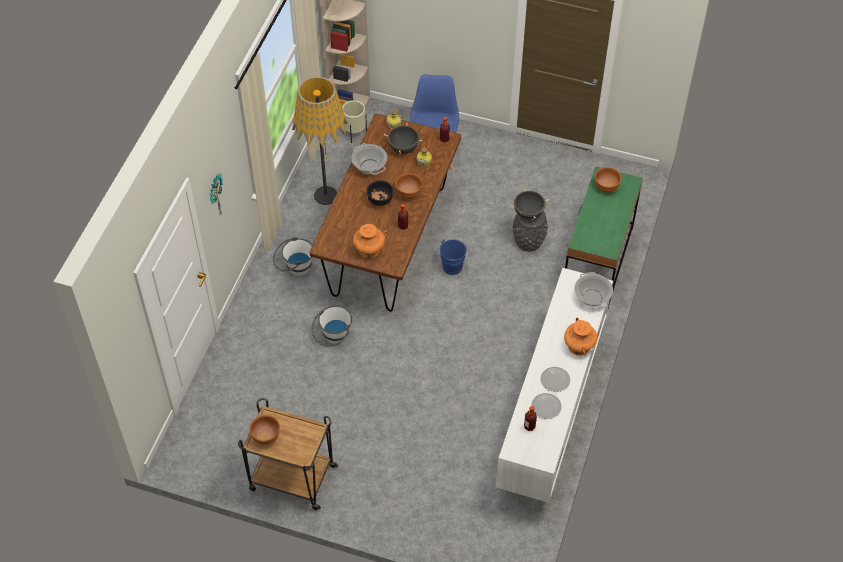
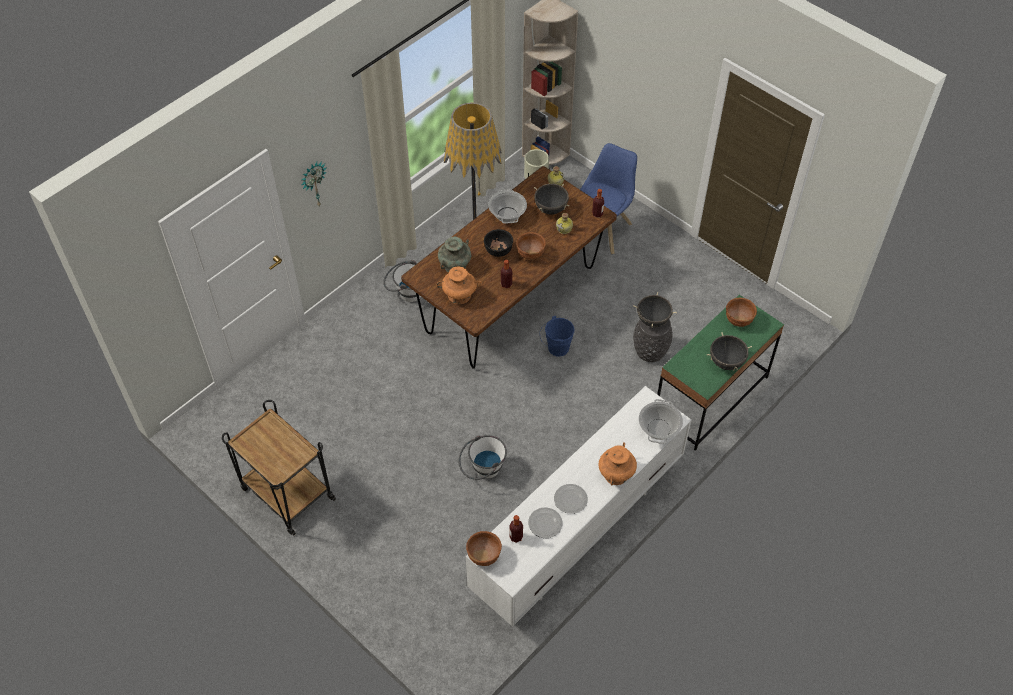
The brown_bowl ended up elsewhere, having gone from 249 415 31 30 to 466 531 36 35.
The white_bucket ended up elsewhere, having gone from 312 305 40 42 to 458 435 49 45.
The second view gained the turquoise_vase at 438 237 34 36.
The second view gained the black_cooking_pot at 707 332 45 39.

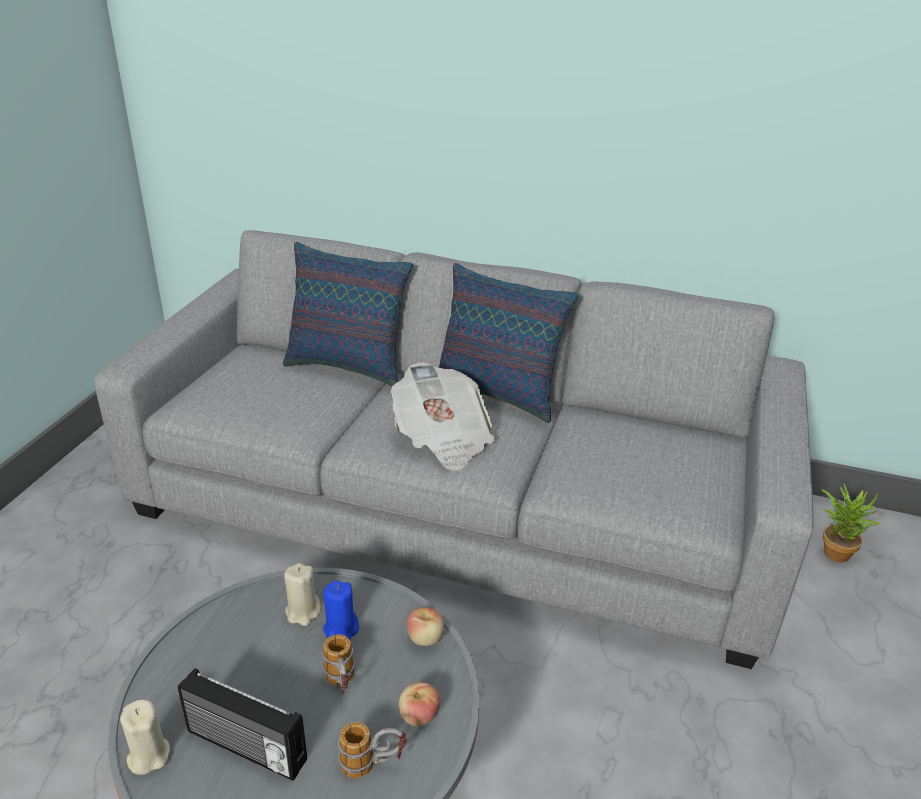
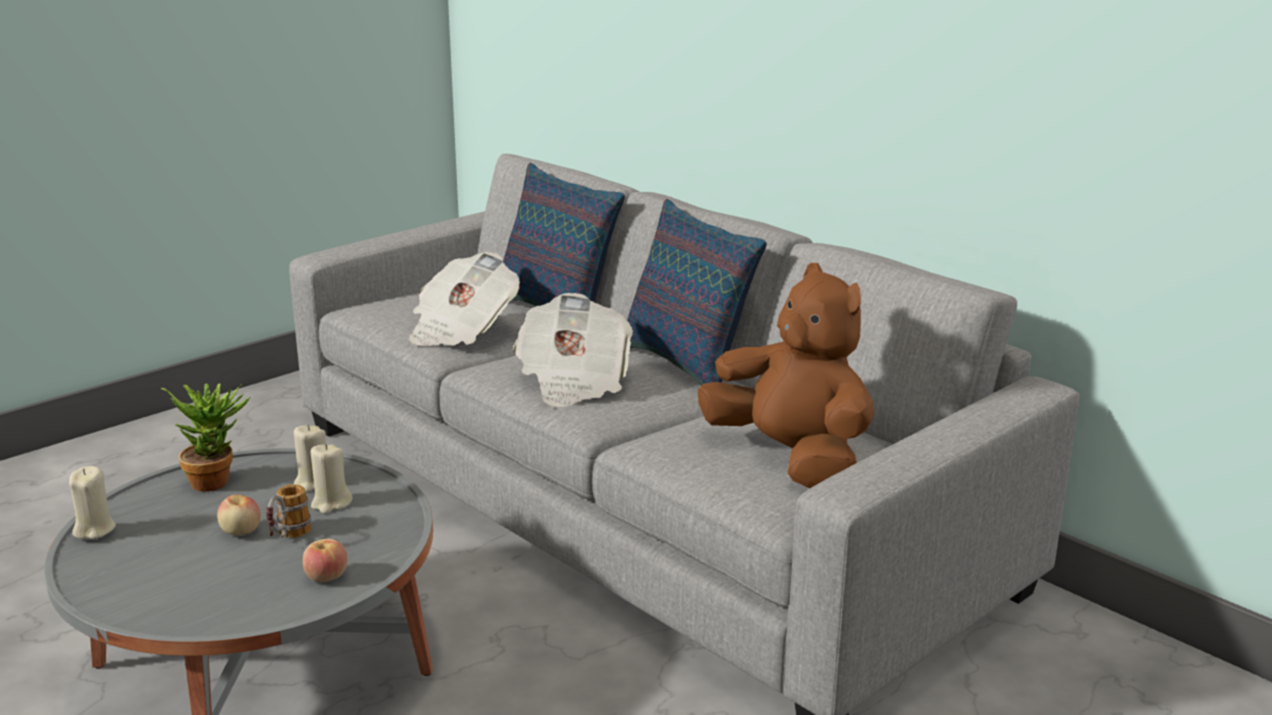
The second view lost the radio at 178 668 129 113.
What was the blue_candle at 323 580 36 61 turned into the beige_candle at 311 444 41 70.
The second view lost the mug at 338 722 68 57.
The apple ended up elsewhere, having gone from 407 607 37 39 to 217 495 44 40.
The potted_plant ended up elsewhere, having gone from 822 484 58 78 to 161 383 90 108.
The second view gained the newspaper at 409 252 111 94.
The second view gained the brown_plush_toy at 698 263 176 225.

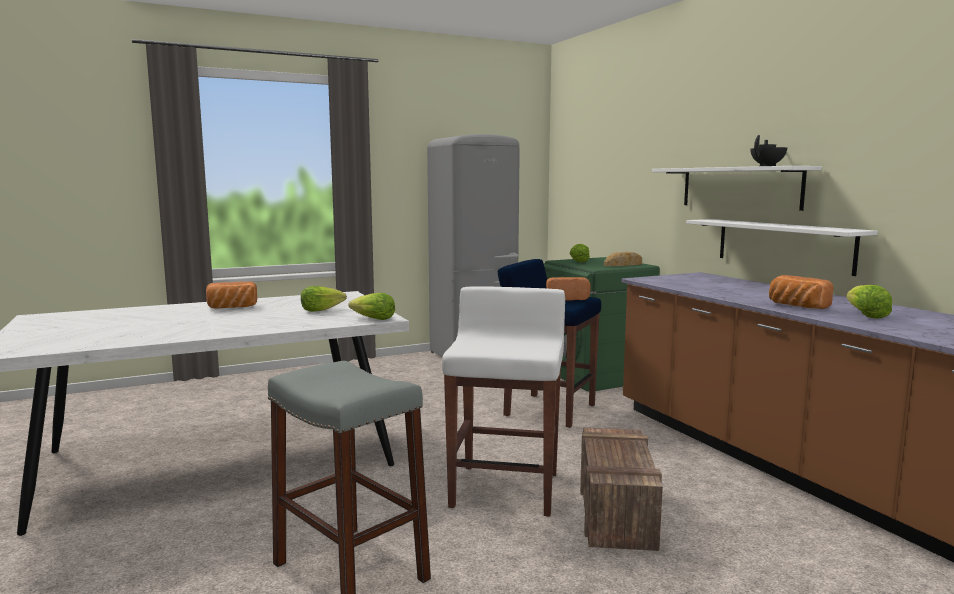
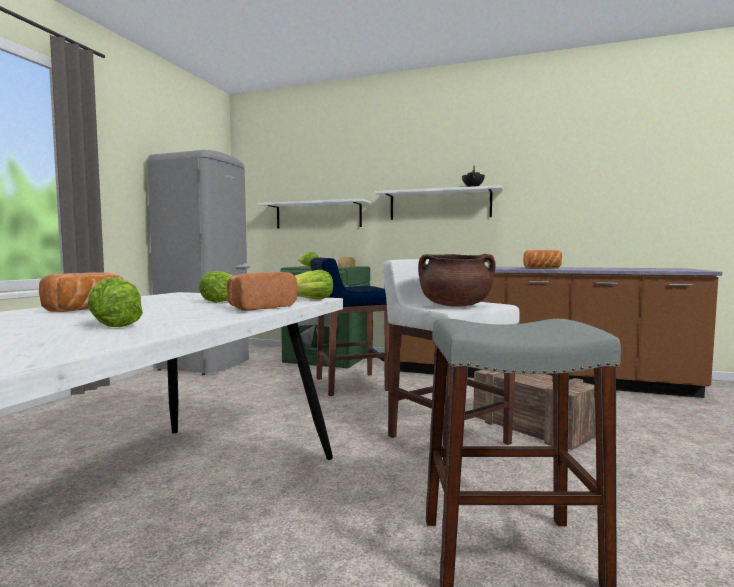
The bread ended up elsewhere, having gone from 546 277 45 23 to 227 272 71 39.
The white_shelf ended up elsewhere, having gone from 686 219 192 57 to 258 199 113 30.
The lettuce ended up elsewhere, having gone from 846 285 46 34 to 87 277 56 50.
The second view gained the brown_cooking_pot at 418 254 78 52.

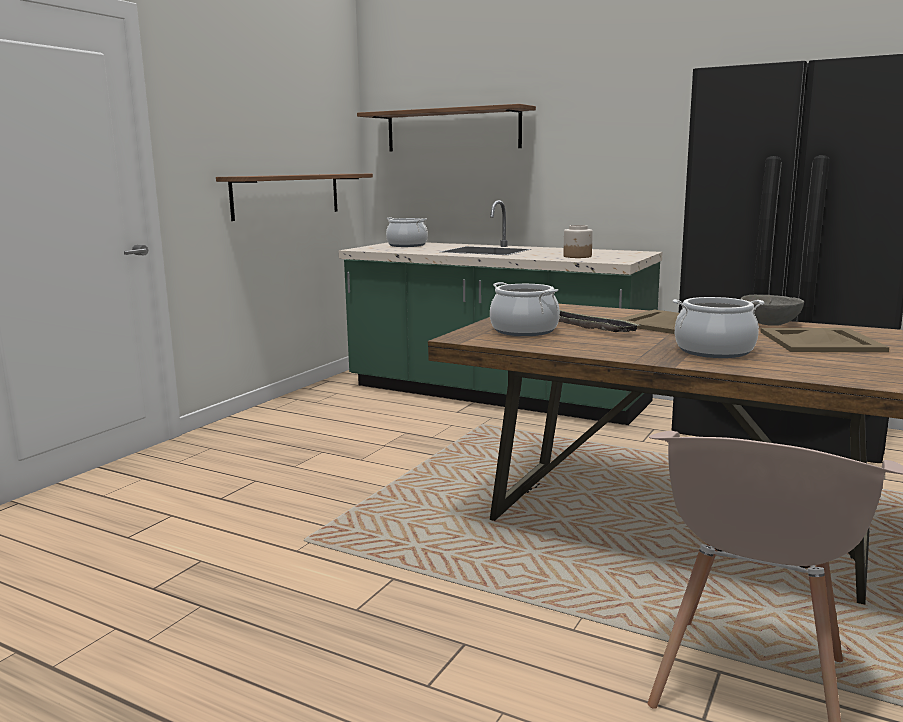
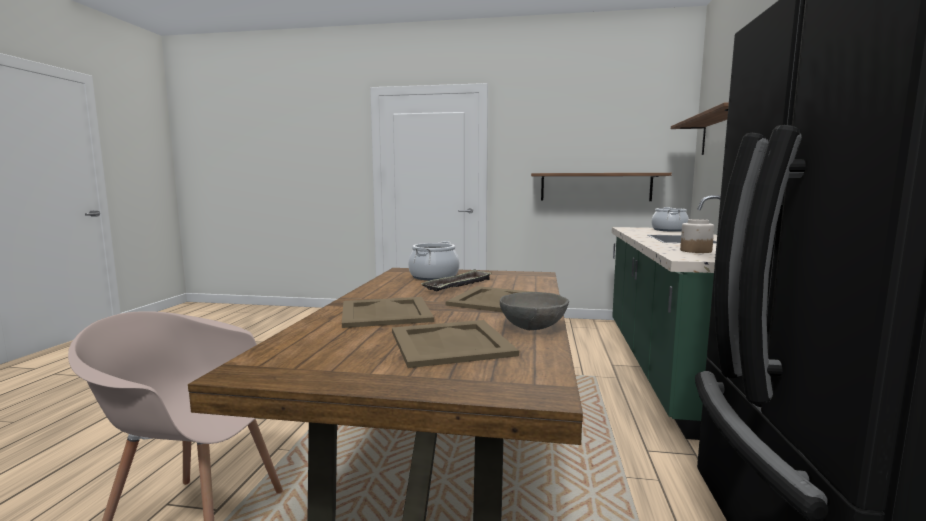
Where the cooking_pot stood at 673 297 91 61, the beige_tray came to stand at 342 297 92 31.

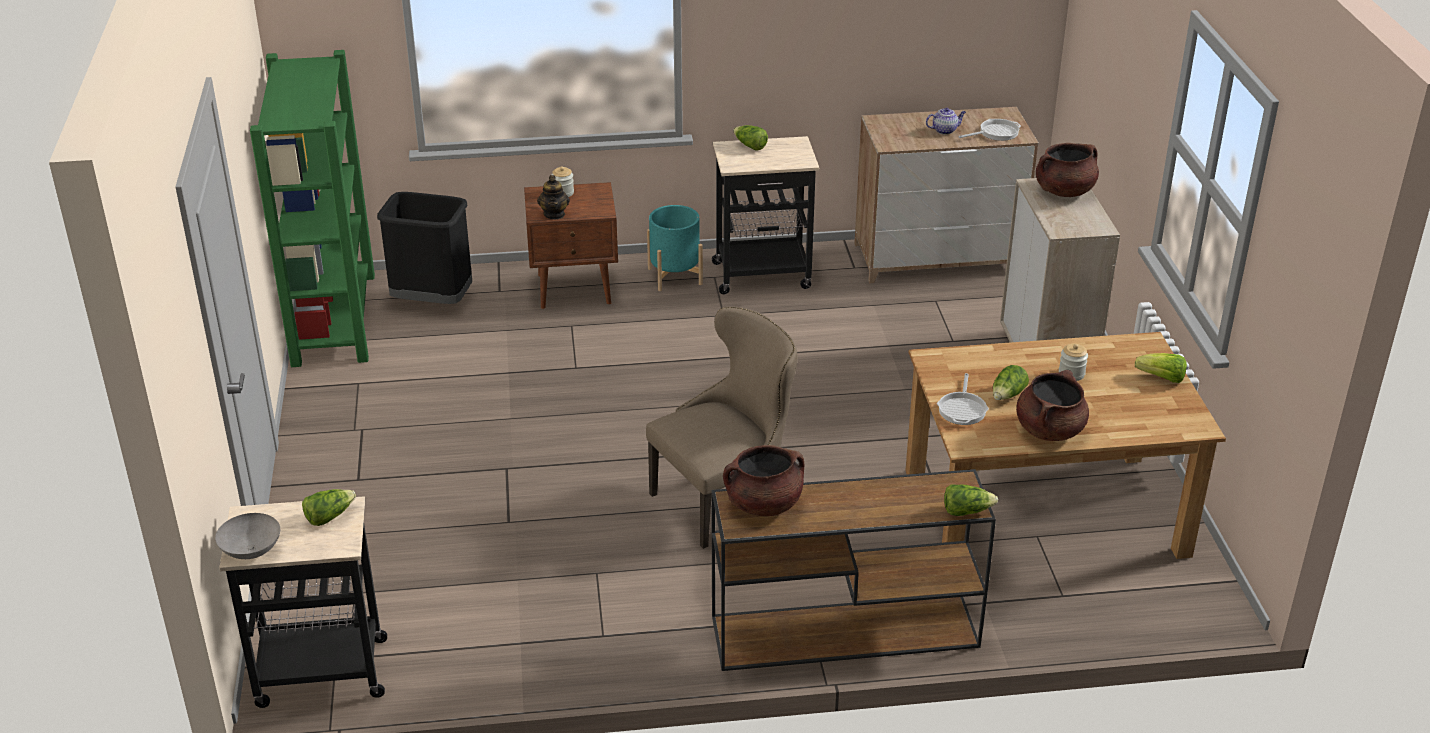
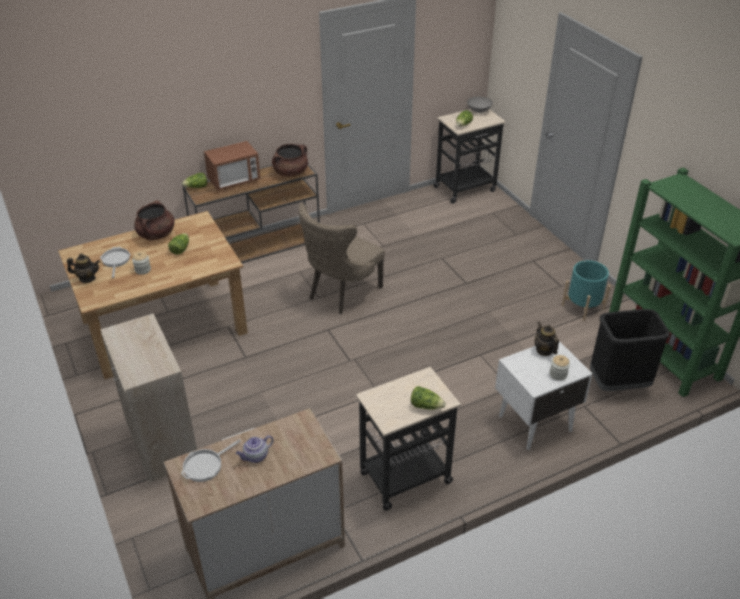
What was the brown_nightstand at 524 182 94 127 turned into the white_nightstand at 495 341 97 109.
The turquoise_planter ended up elsewhere, having gone from 647 205 56 86 to 562 260 49 61.
The frying_pan ended up elsewhere, having gone from 937 373 52 52 to 100 247 31 31.
The second view lost the brown_cooking_pot at 1036 143 63 54.
Where the lettuce stood at 1135 353 52 30, the teapot came to stand at 67 253 33 30.
The second view gained the microwave at 204 141 56 50.

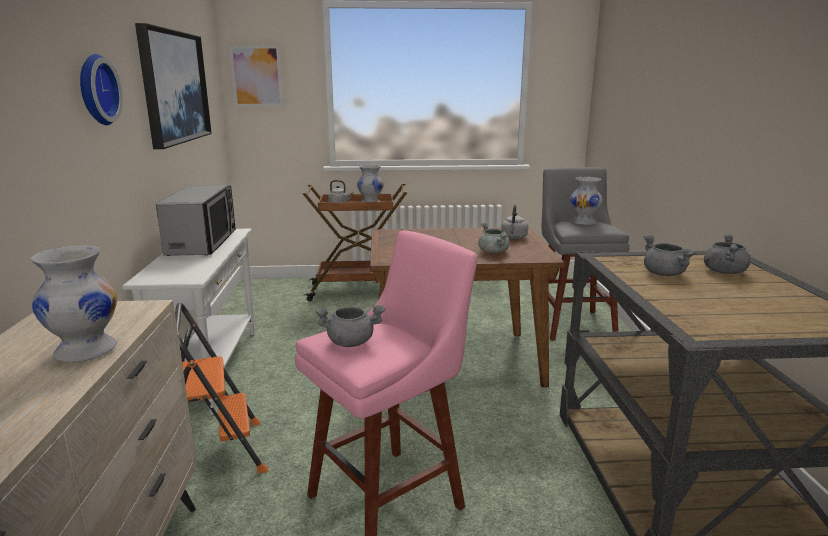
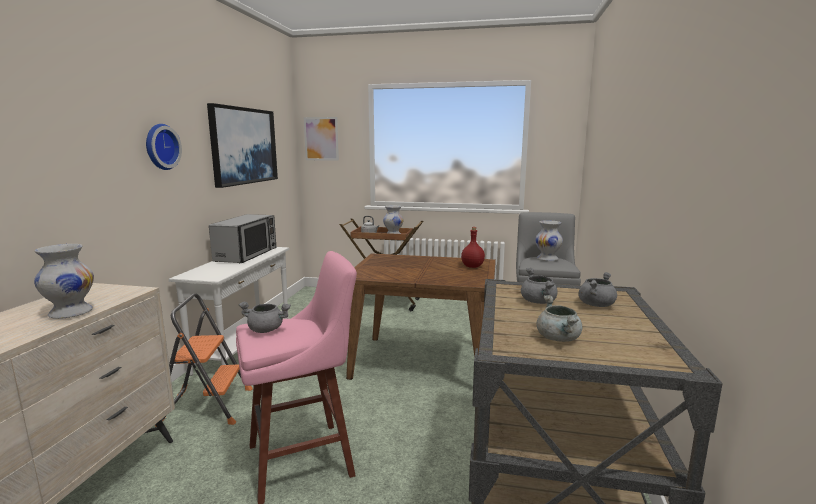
The grey_cooking_pot ended up elsewhere, having gone from 478 222 32 31 to 536 295 46 47.
Where the grey_kettle stood at 501 205 27 34, the red_bottle came to stand at 461 227 24 41.

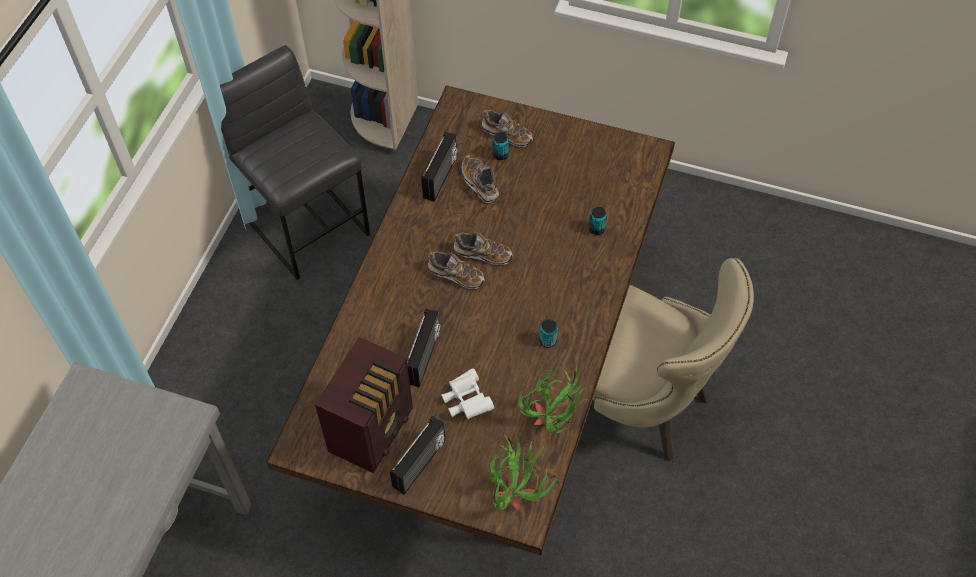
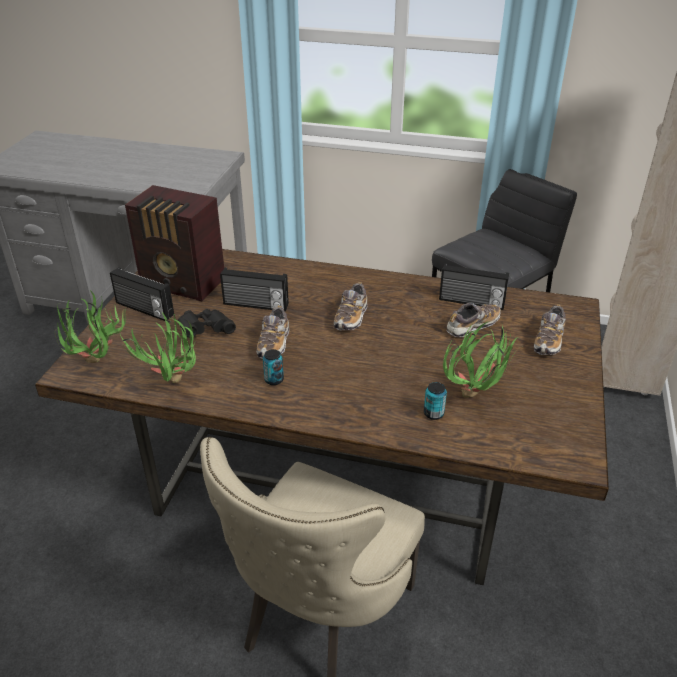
What was the white_binoculars at 441 368 53 51 turned into the black_binoculars at 178 309 58 29.
The shoe ended up elsewhere, having gone from 453 232 60 33 to 256 306 33 53.
The second view lost the can at 493 132 16 28.
The second view gained the potted_plant at 443 321 79 77.

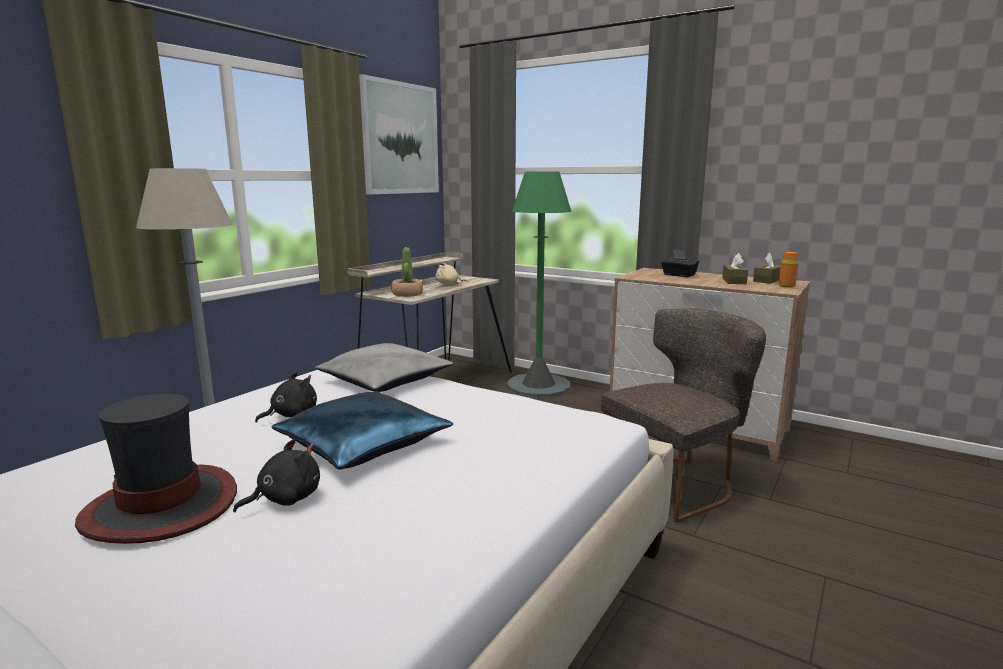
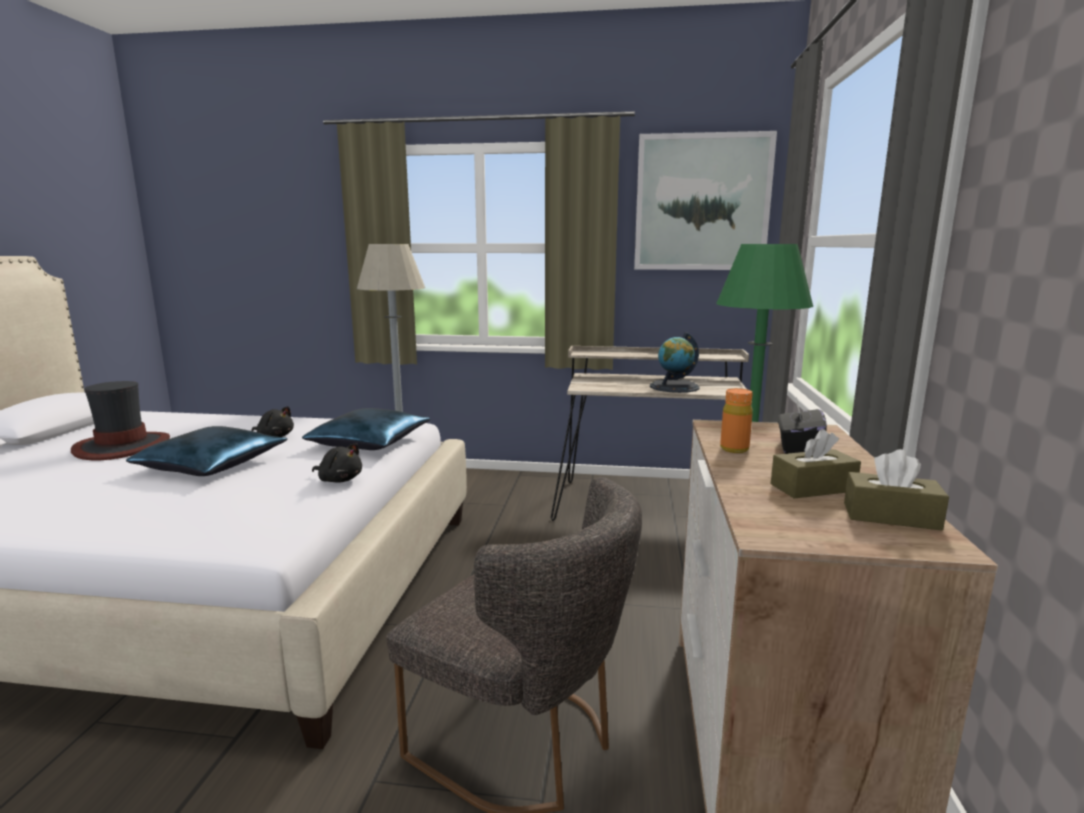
The black_plush_toy ended up elsewhere, having gone from 233 439 87 73 to 312 443 50 40.
What was the grey_pillow at 315 343 138 49 turned into the blue_pillow at 302 408 128 42.
The second view lost the potted_plant at 391 247 32 50.
Where the beige_plush_toy stood at 435 262 34 23, the globe came to stand at 650 332 50 61.
The orange_bottle ended up elsewhere, having gone from 778 252 21 35 to 720 388 33 65.

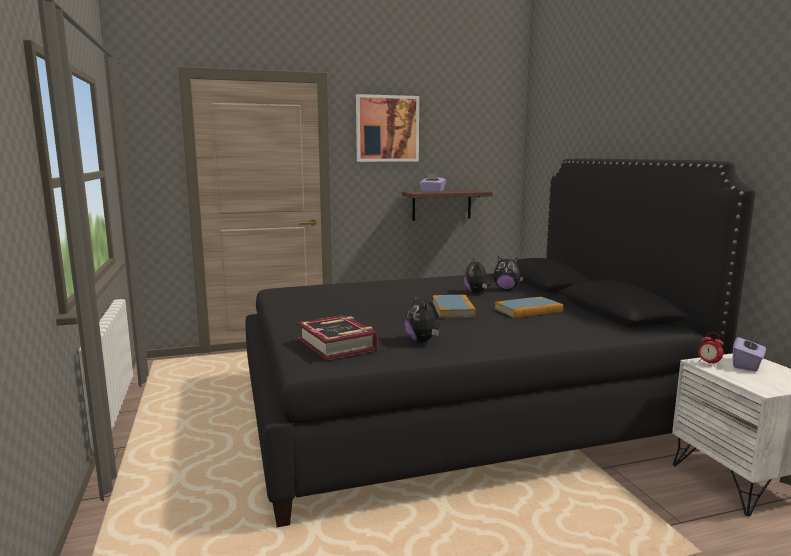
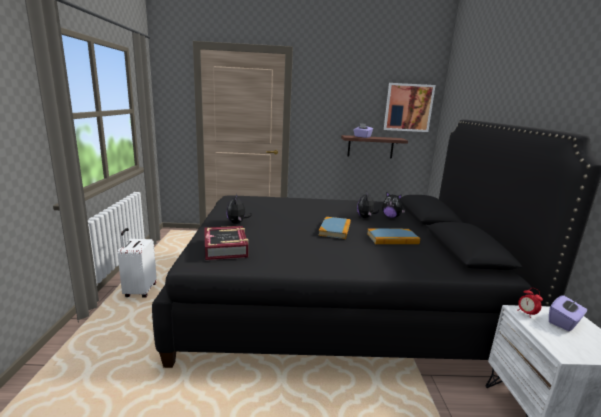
The picture ended up elsewhere, having gone from 356 94 63 68 to 384 83 52 49.
The plush_toy ended up elsewhere, having gone from 404 293 36 49 to 226 194 26 30.
The second view gained the white_suitcase at 117 228 40 70.

